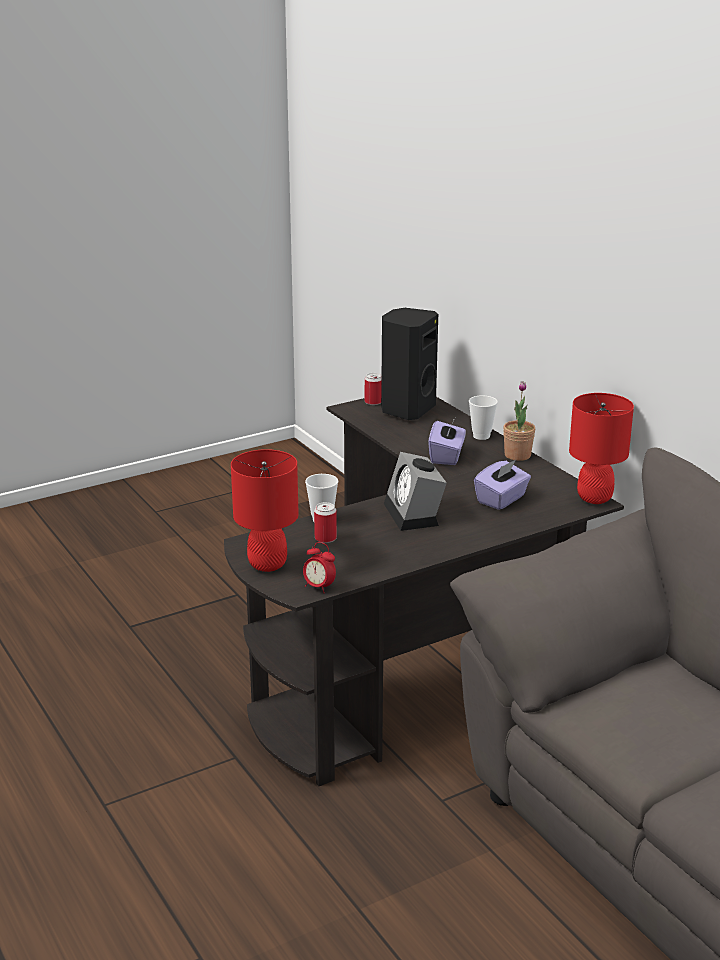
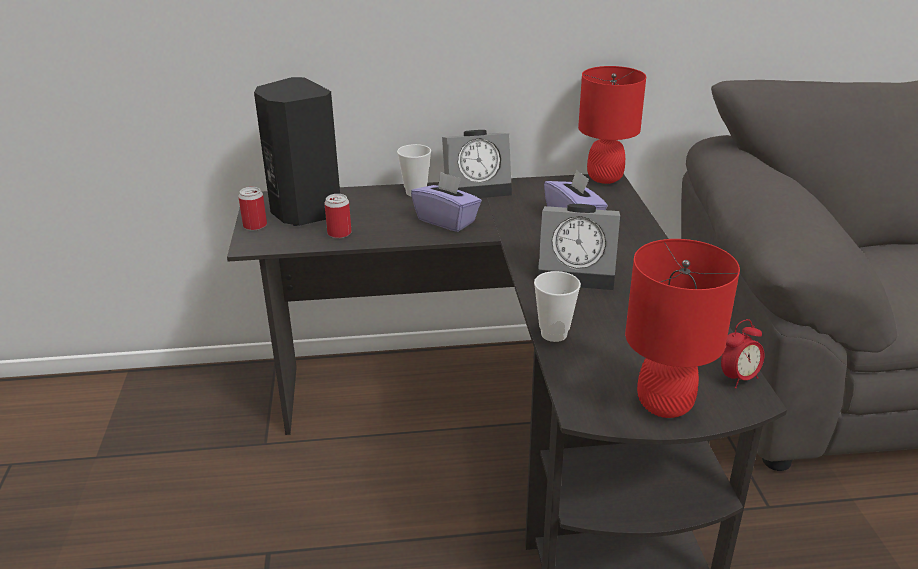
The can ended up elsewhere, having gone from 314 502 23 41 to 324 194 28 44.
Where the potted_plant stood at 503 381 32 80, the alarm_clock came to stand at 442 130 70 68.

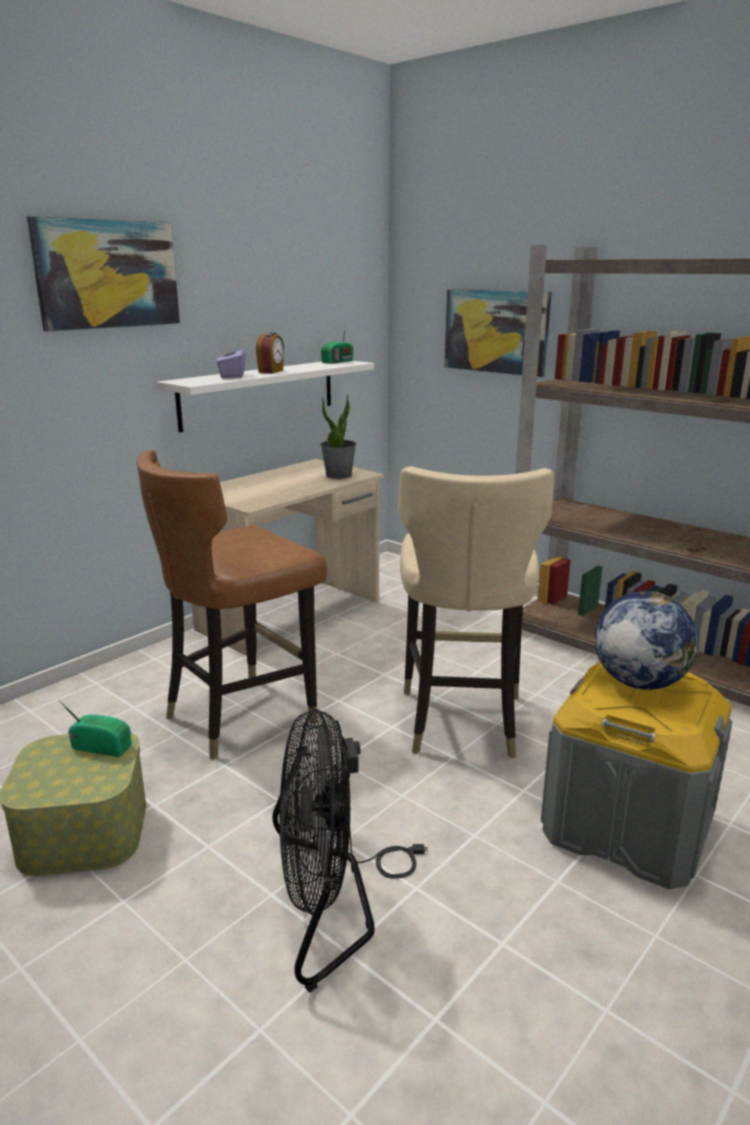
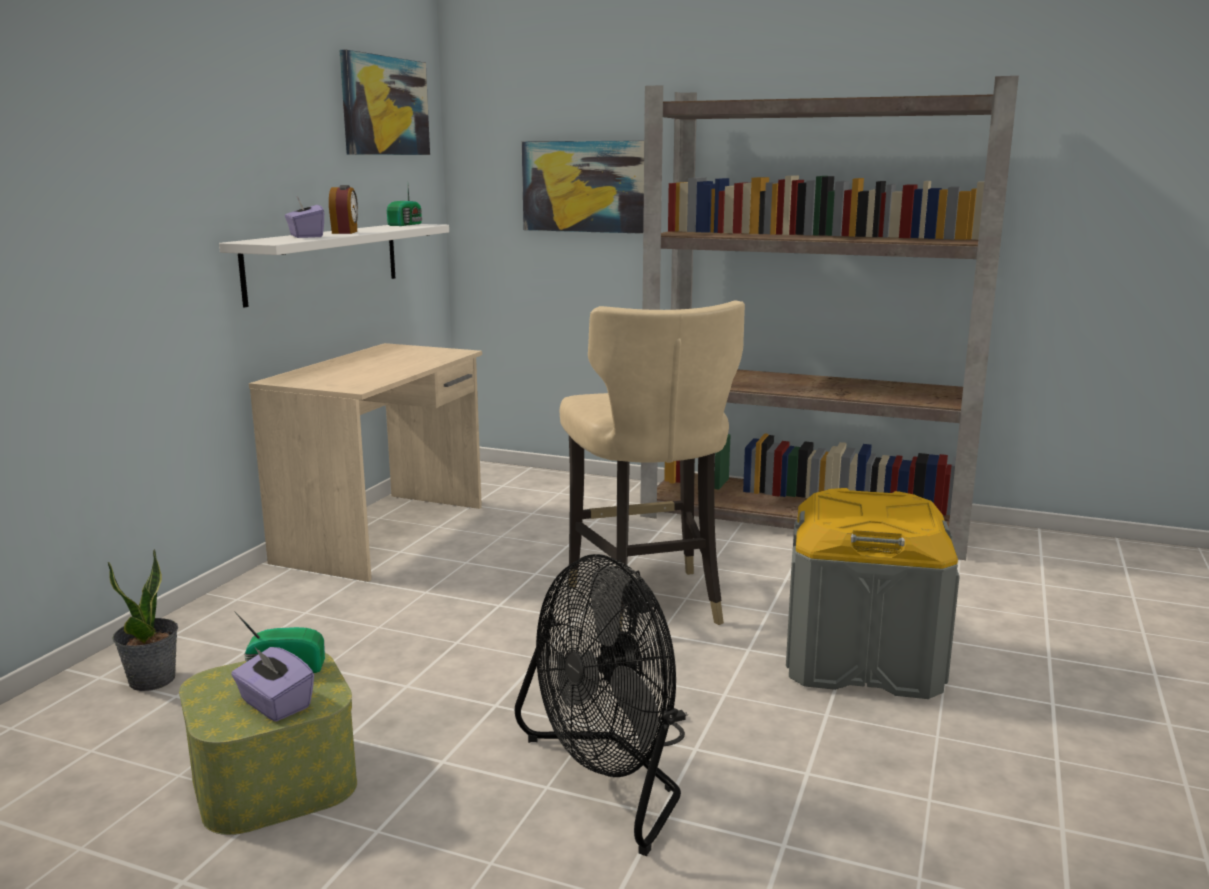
The picture ended up elsewhere, having gone from 27 216 153 116 to 340 49 90 106.
The second view lost the brown_chair at 136 450 191 310.
The potted_plant ended up elsewhere, having gone from 320 394 36 85 to 108 549 70 142.
The second view lost the globe at 594 591 105 99.
The second view gained the purple_tissue_box at 231 647 83 75.

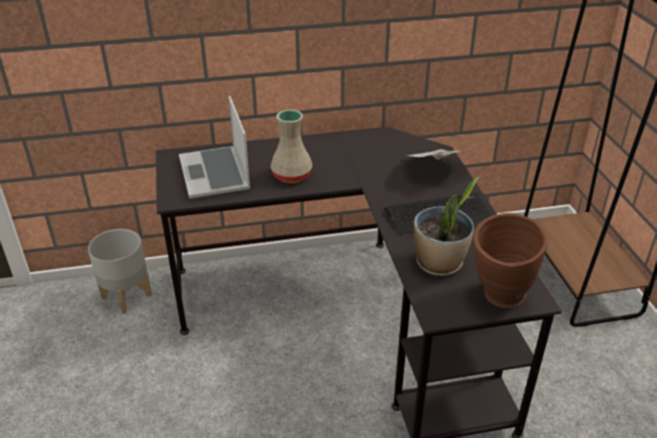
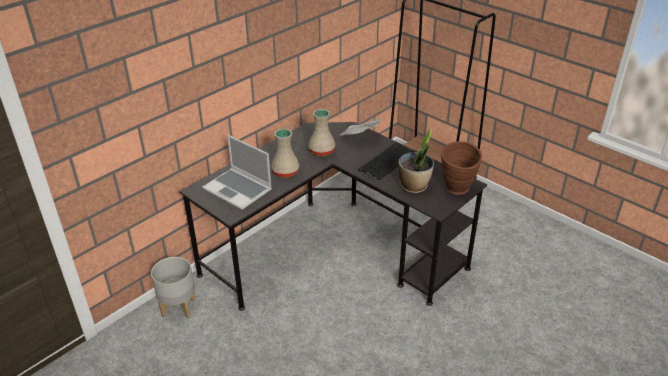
The second view gained the beige_vase at 308 109 28 47.

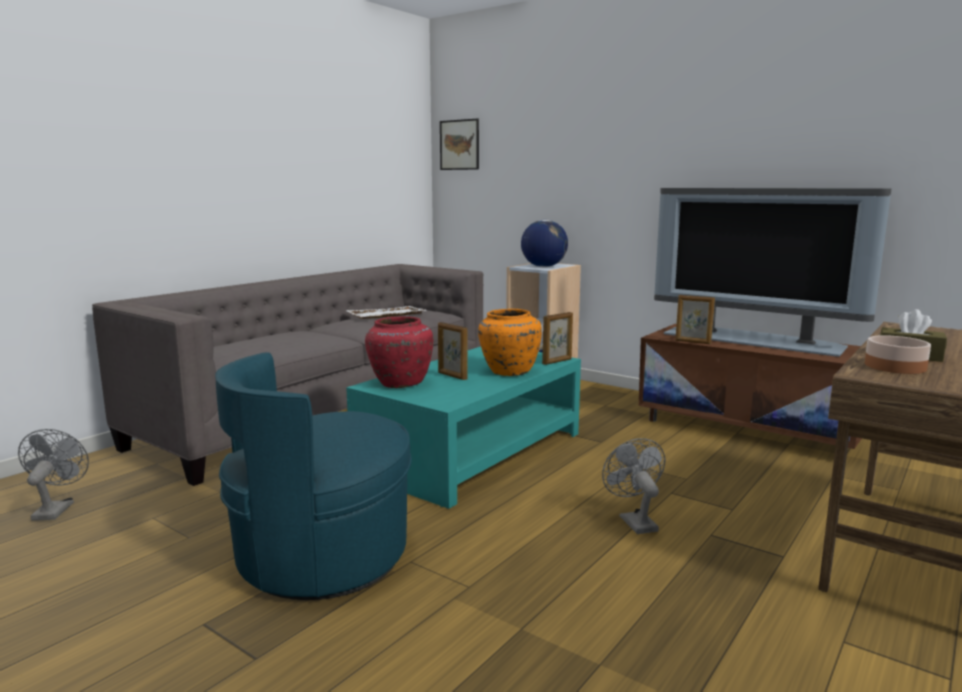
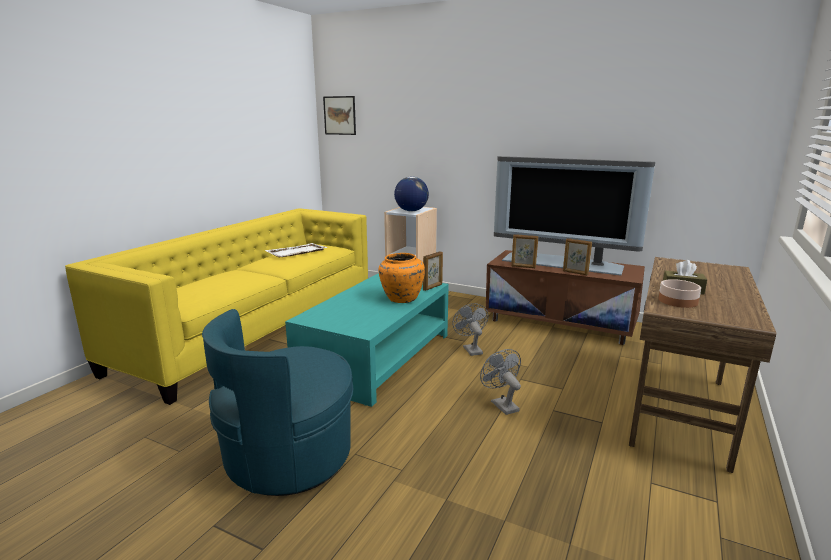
The grey_fan ended up elsewhere, having gone from 18 429 71 92 to 453 303 36 53.
What was the grey_sofa at 92 264 391 222 turned into the yellow_sofa at 65 208 303 197.
The second view lost the red_vase at 365 317 68 71.
The picture_frame ended up elsewhere, having gone from 438 322 30 58 to 563 238 29 37.

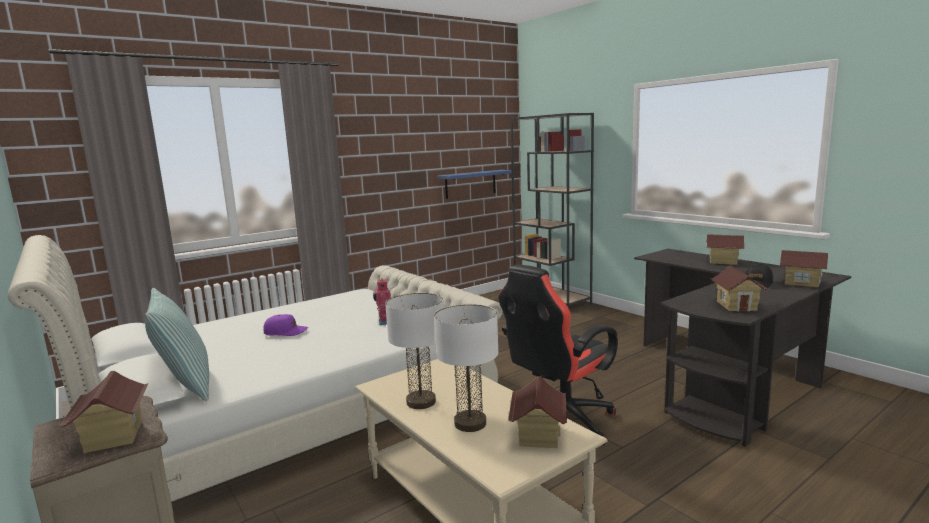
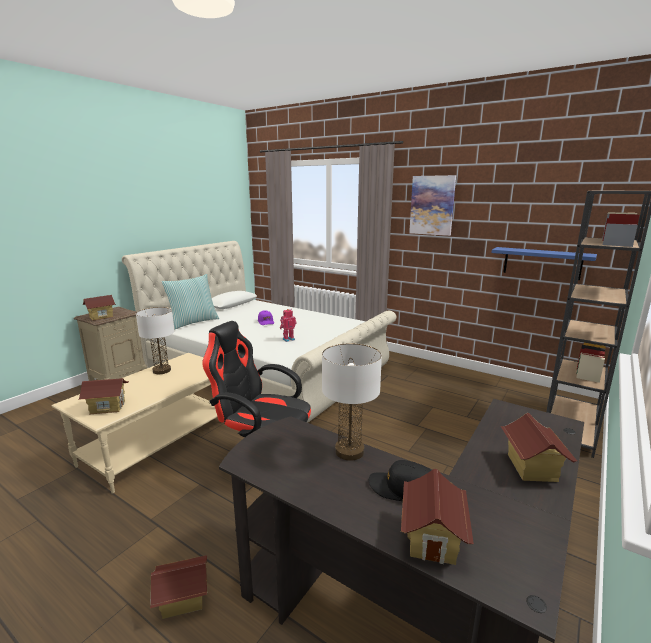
The table_lamp ended up elsewhere, having gone from 434 304 64 128 to 322 343 60 118.
The toy_house ended up elsewhere, having gone from 710 266 59 45 to 150 555 57 64.
The second view gained the picture at 409 175 47 61.

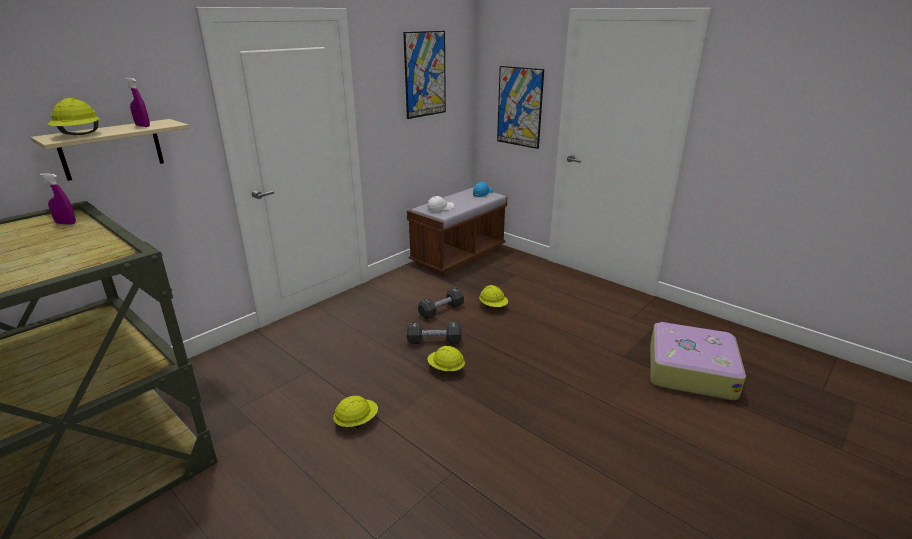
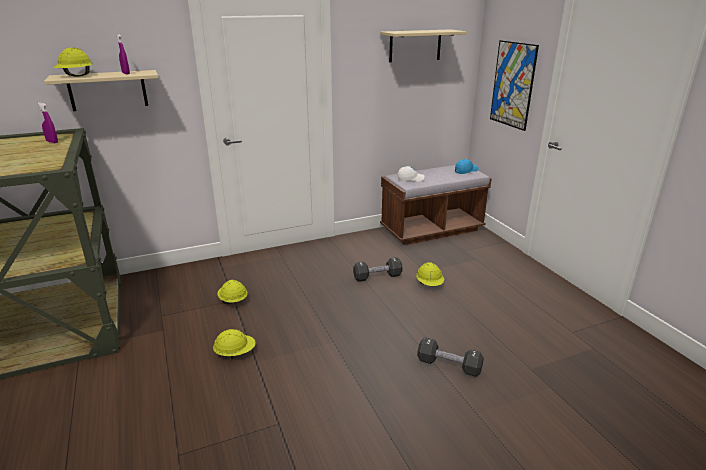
Where the picture hung at 403 31 43 88, the beige_shelf came to hang at 380 29 87 33.
The black_dumbbell ended up elsewhere, having gone from 407 322 54 22 to 417 337 67 40.
The yellow_hard_hat ended up elsewhere, having gone from 428 346 37 28 to 218 280 29 24.
The second view lost the suitcase at 650 322 96 78.

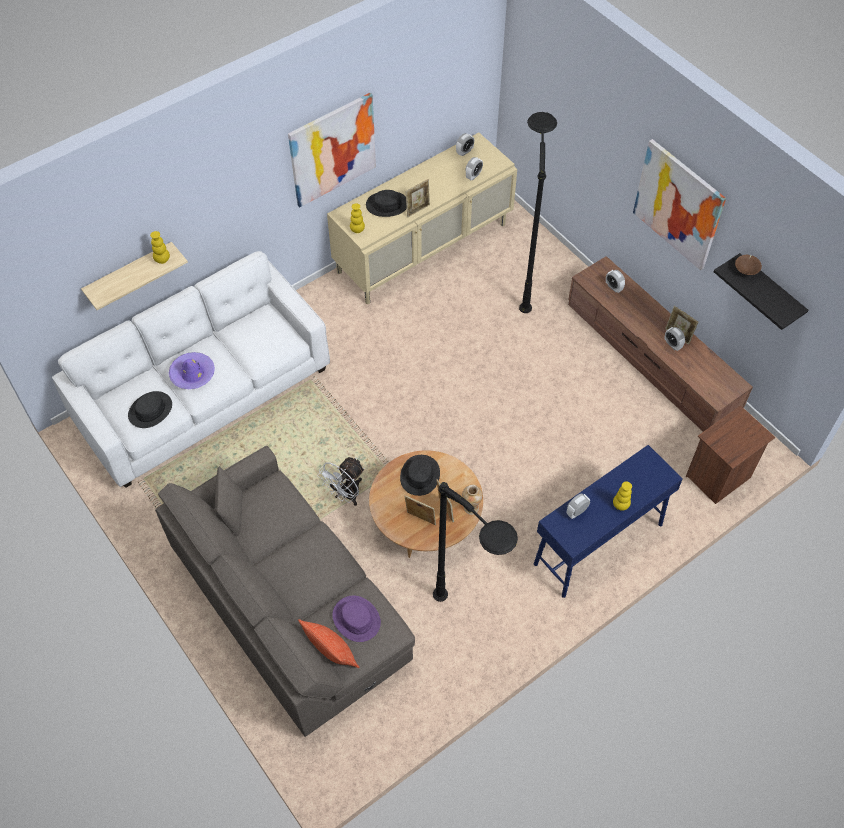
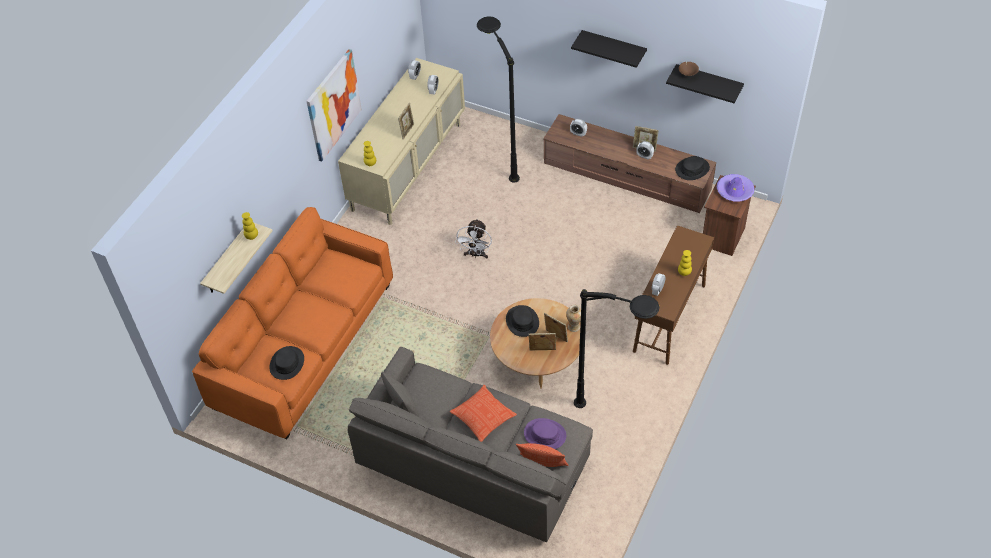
What was the white_sofa at 52 251 278 237 turned into the orange_sofa at 192 207 201 232.
The purple_hat ended up elsewhere, having gone from 169 352 46 37 to 717 174 37 27.
The white_fan ended up elsewhere, having gone from 318 457 47 49 to 455 219 37 40.
The black_hat ended up elsewhere, having gone from 366 190 41 27 to 675 156 35 24.
What was the blue_console_table at 534 445 149 153 turned into the brown_console_table at 633 225 81 140.
Where the picture hung at 633 139 93 131, the black_shelf came to hang at 571 30 76 38.
The second view gained the orange_pillow at 450 385 67 57.

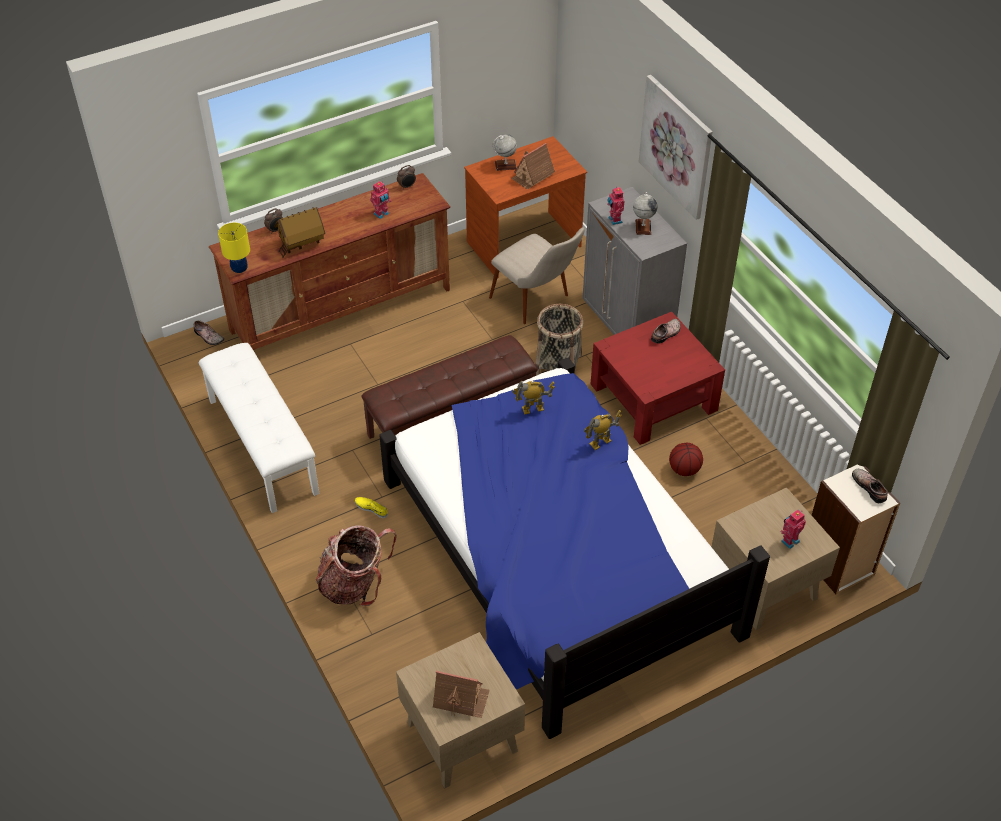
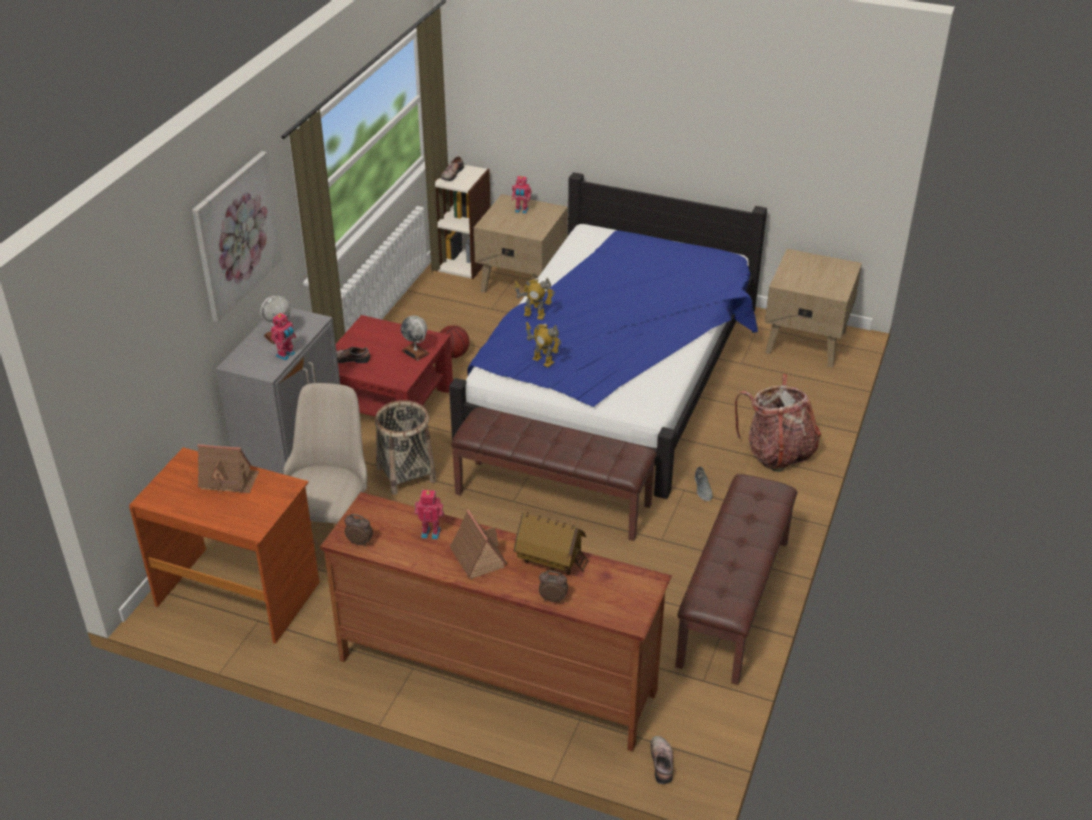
What was the white_bench at 199 343 121 170 turned into the brown_bench at 675 474 123 211.
The second view lost the yellow_table_lamp at 218 223 32 50.
What was the yellow_shoe at 355 497 33 21 turned into the grey_shoe at 695 467 18 34.
The toy_house ended up elsewhere, having gone from 433 671 57 47 to 449 509 58 70.
The globe ended up elsewhere, having gone from 493 134 24 37 to 401 316 29 45.

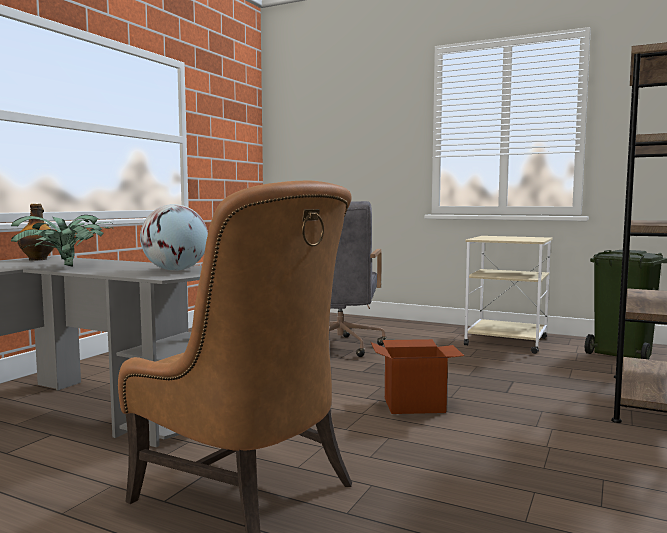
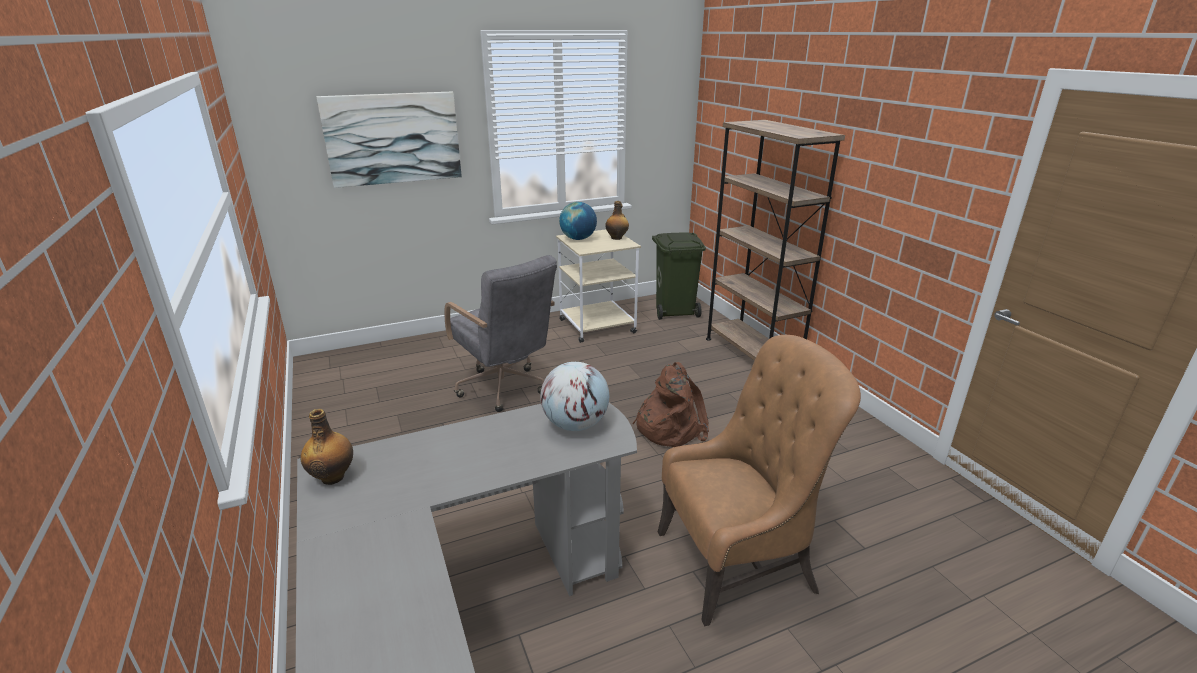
The second view lost the potted_plant at 11 215 103 52.
Where the cardboard_box stood at 371 339 93 75, the brown_backpack came to stand at 632 362 77 85.
The second view gained the picture at 316 92 146 96.
The second view gained the globe at 559 202 38 38.
The second view gained the bottle at 605 201 24 39.

